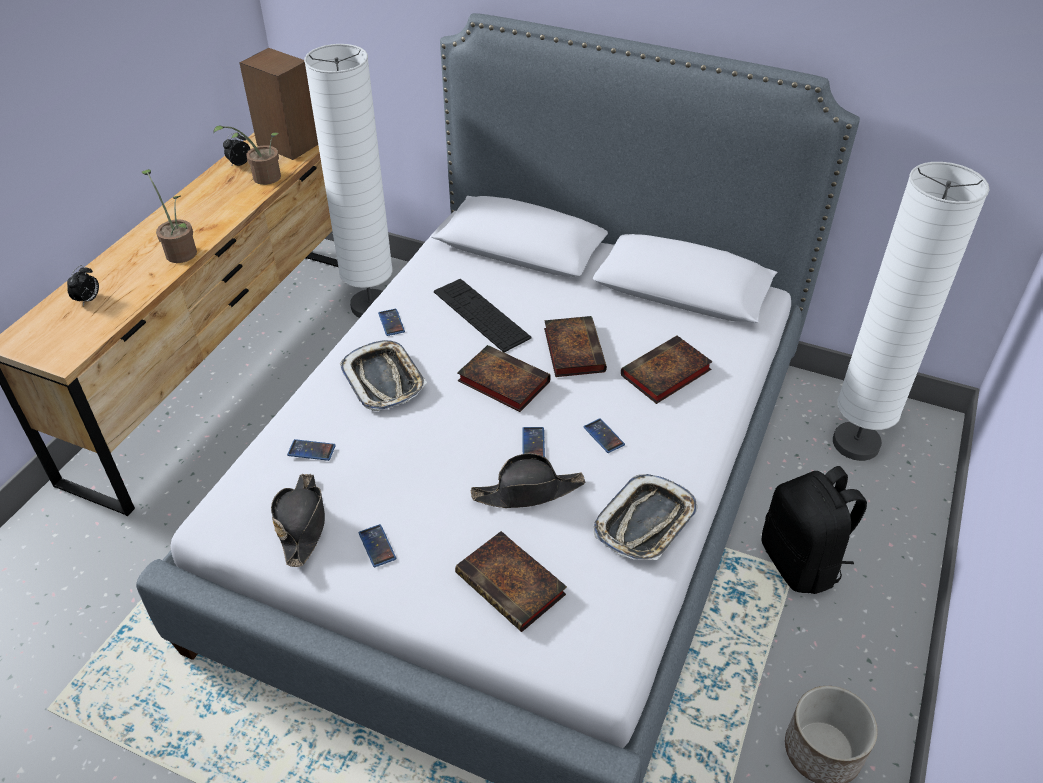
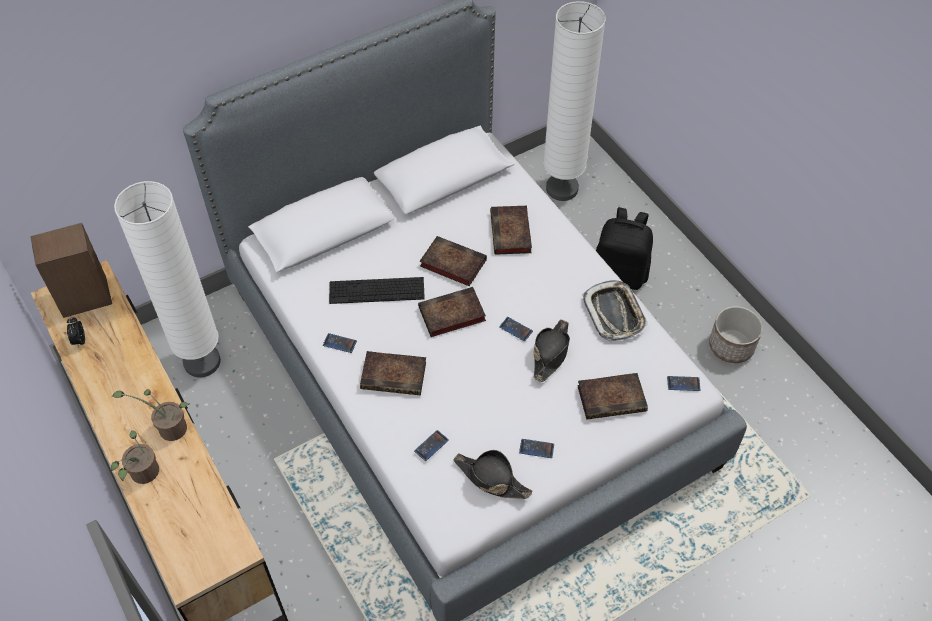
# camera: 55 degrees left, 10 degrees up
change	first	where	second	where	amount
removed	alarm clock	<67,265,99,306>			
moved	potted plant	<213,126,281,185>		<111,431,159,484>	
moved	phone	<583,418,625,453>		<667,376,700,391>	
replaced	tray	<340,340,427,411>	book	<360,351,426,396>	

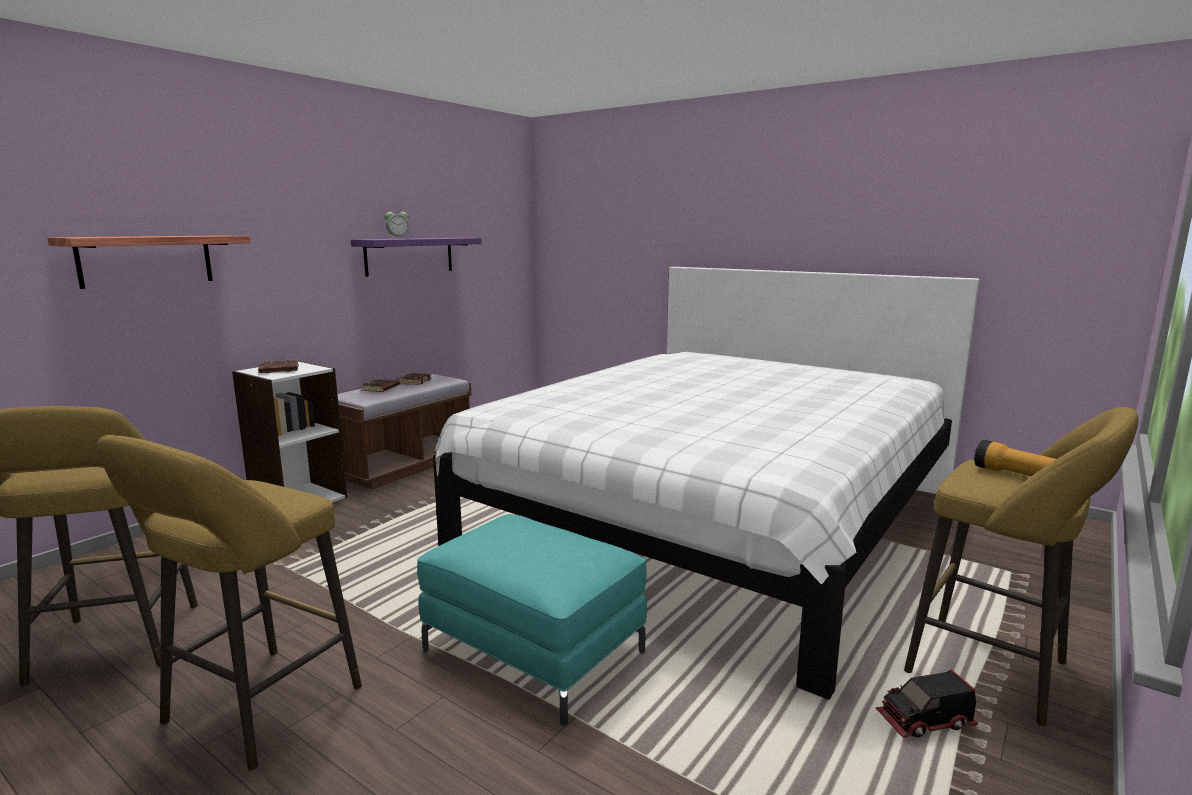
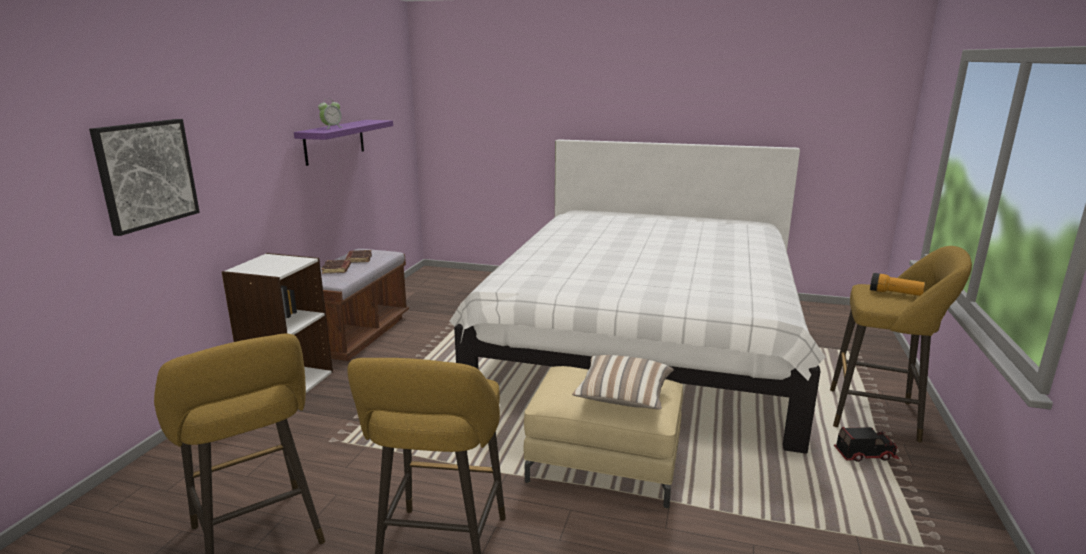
# camera: 20 degrees left, 5 degrees up
change	first	where	second	where	amount
removed	brown book	<258,359,299,373>			
added			pillow	<572,355,674,410>	
replaced	shelf	<48,235,251,289>	picture	<89,119,200,236>	
recoloured	turquoise ottoman	<417,514,647,726>	beige ottoman	<523,366,683,509>	
turned	toy truck	<876,670,978,738>		<834,427,899,462>	150 degrees counterclockwise

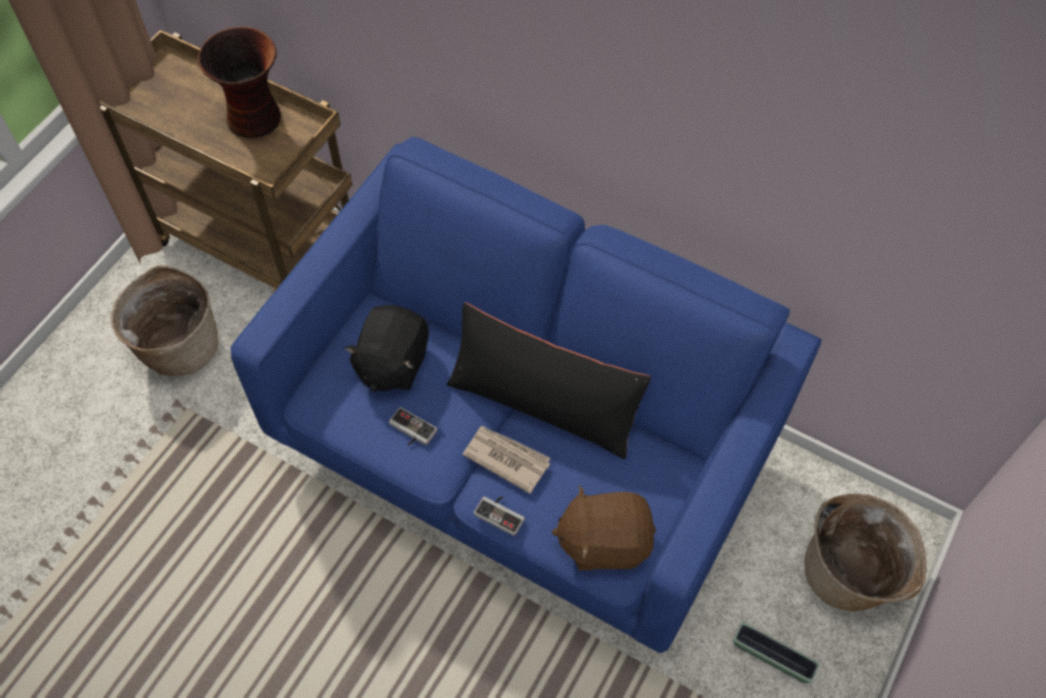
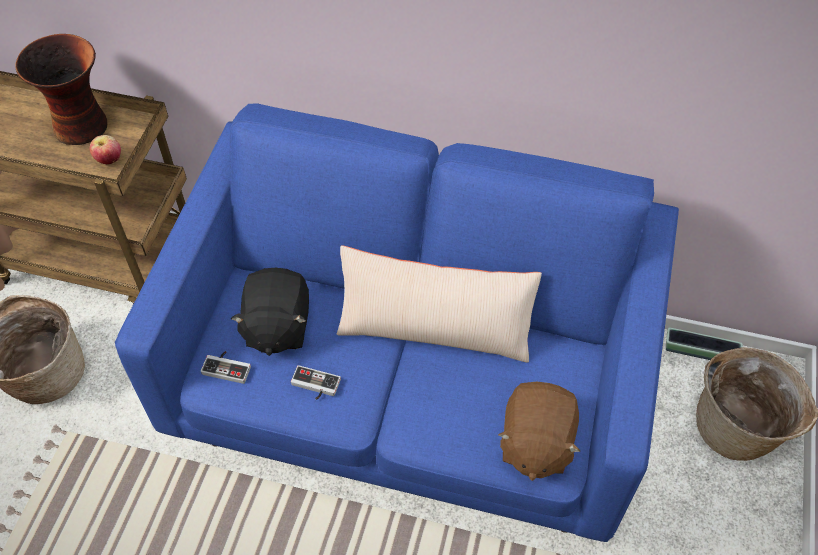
# camera: 15 degrees left, 5 degrees down
change	first	where	second	where	amount
removed	newspaper	<462,426,550,494>			
added			apple	<90,135,121,164>	
moved	game controller	<474,496,525,536>		<201,351,251,384>	
moved	planter	<733,622,820,683>		<666,327,743,360>	
recoloured	black pillow	<447,302,651,459>	beige pillow	<337,245,542,362>	
turned	brown plush toy	<552,485,656,570>		<498,382,580,481>	60 degrees counterclockwise

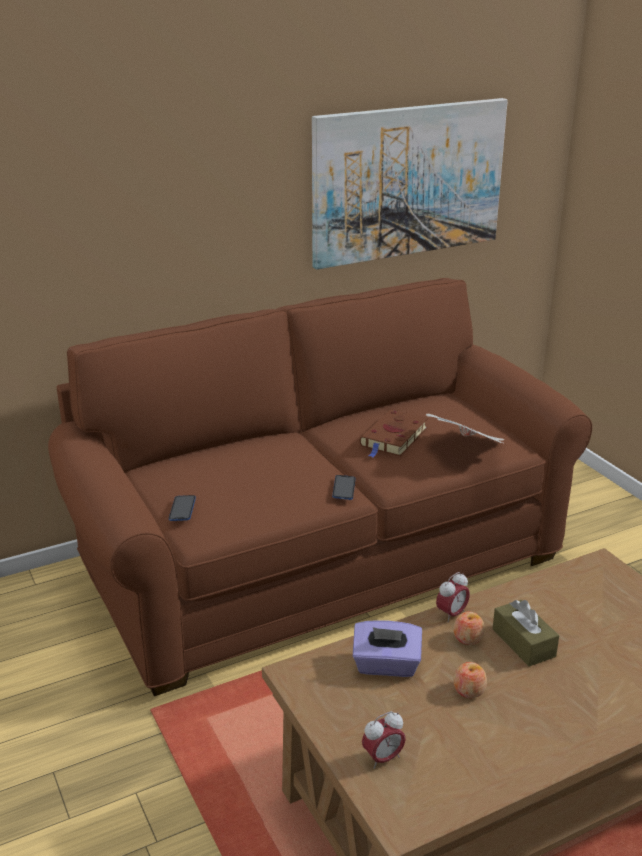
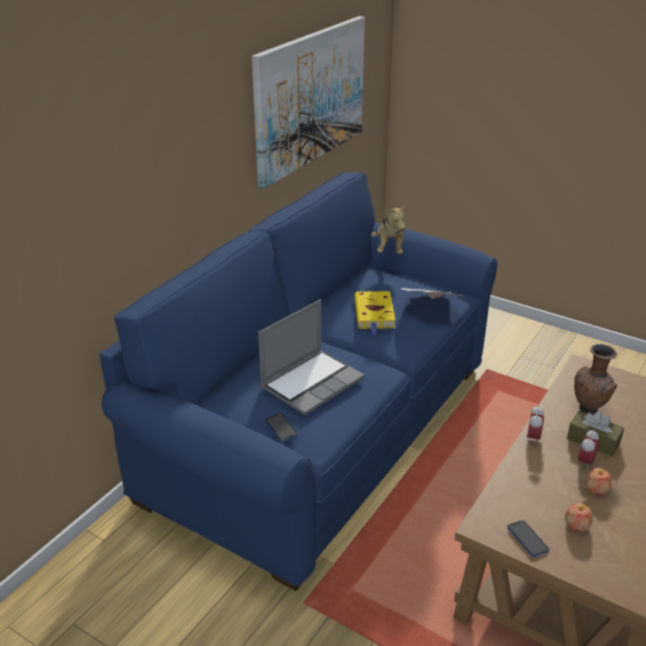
# camera: 30 degrees left, 5 degrees up
change	first	where	second	where	amount
removed	purple tissue box	<353,620,422,677>			
added			laptop	<258,299,364,415>	
added			plush toy	<371,203,407,254>	
added			brown vase	<574,344,617,414>	
moved	phone	<332,475,356,500>		<507,520,549,557>	
moved	alarm clock	<362,711,406,769>		<578,429,599,470>	
moved	apple	<453,612,485,645>		<565,503,593,532>	
recoloured	brown sofa	<48,278,592,696>	blue sofa	<100,172,497,591>	
recoloured	brown book	<359,409,428,458>	yellow book	<354,291,395,335>	

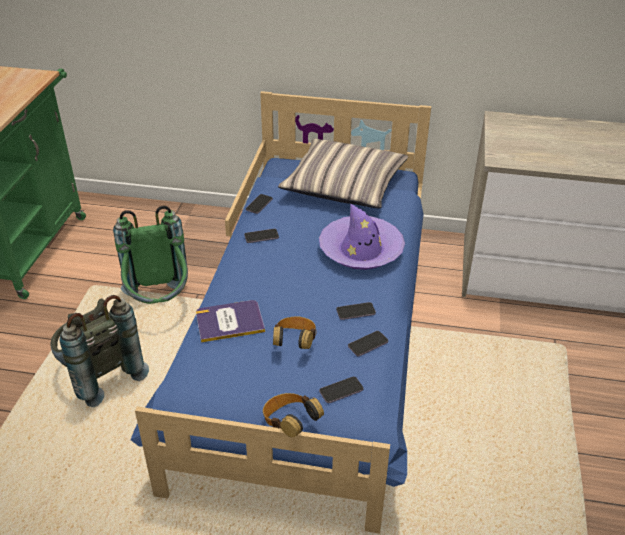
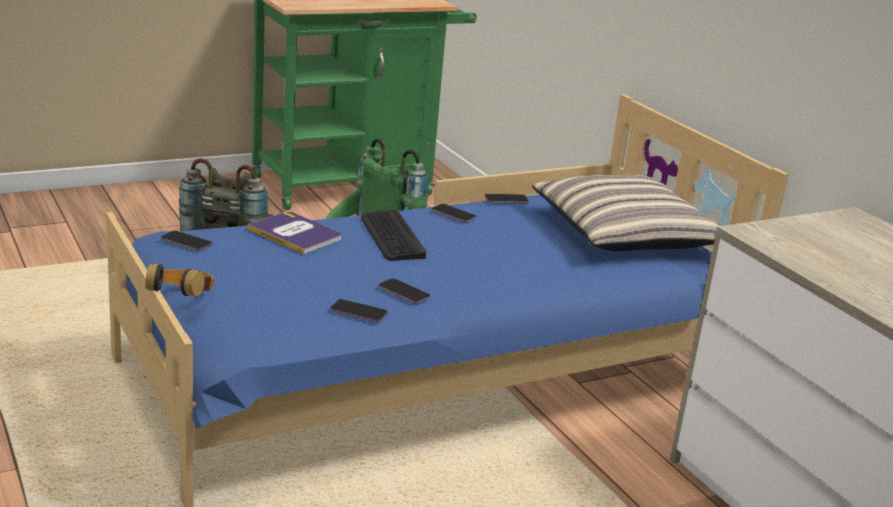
# camera: 50 degrees right, 15 degrees down
change	first	where	second	where	amount
removed	headphones	<273,316,317,349>			
removed	purple hat	<319,203,405,270>			
added			keyboard	<361,209,426,260>	
moved	phone	<319,376,363,403>		<161,230,212,251>	

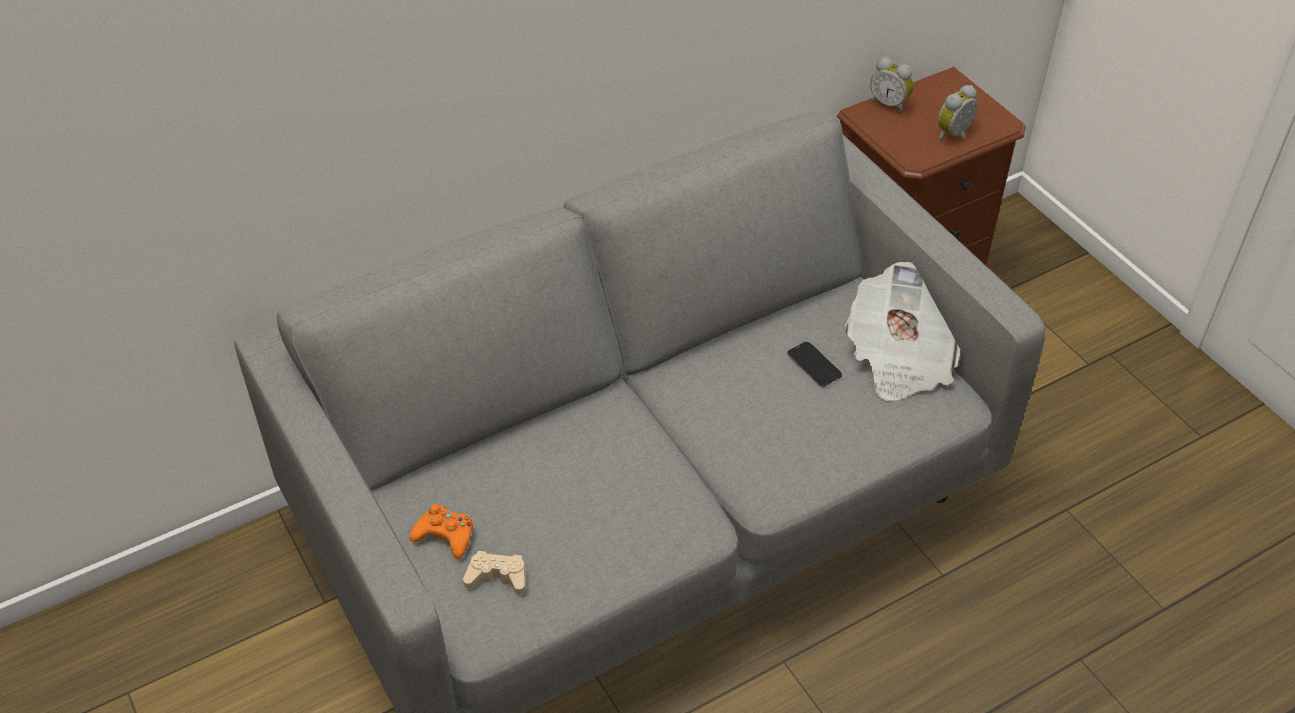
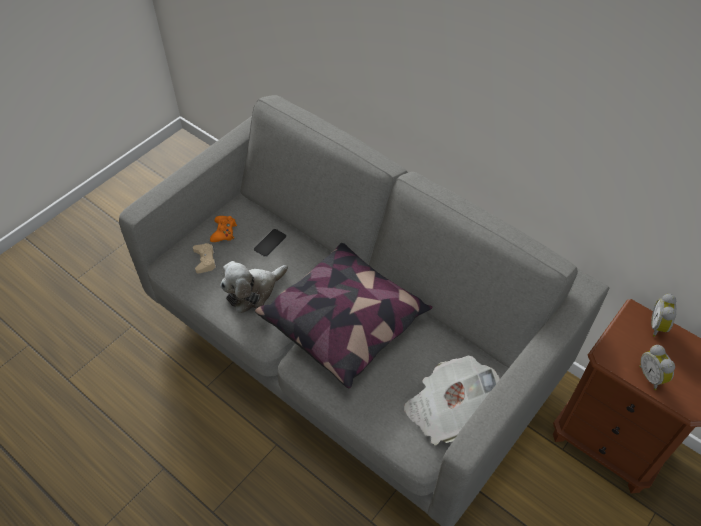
# camera: 70 degrees right, 5 degrees up
change	first	where	second	where	amount
added			plush toy	<220,261,288,313>	
added			pillow	<255,243,433,388>	
moved	phone	<787,342,842,387>		<254,229,286,257>	
turned	alarm clock	<937,85,978,141>		<639,345,675,390>	135 degrees counterclockwise

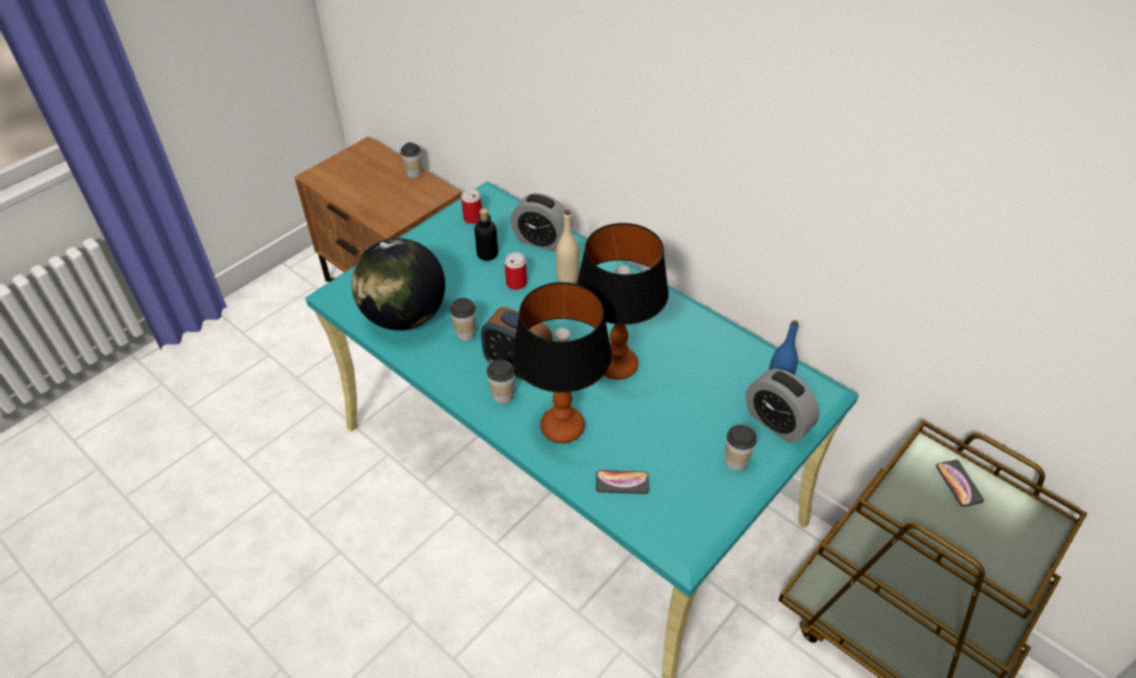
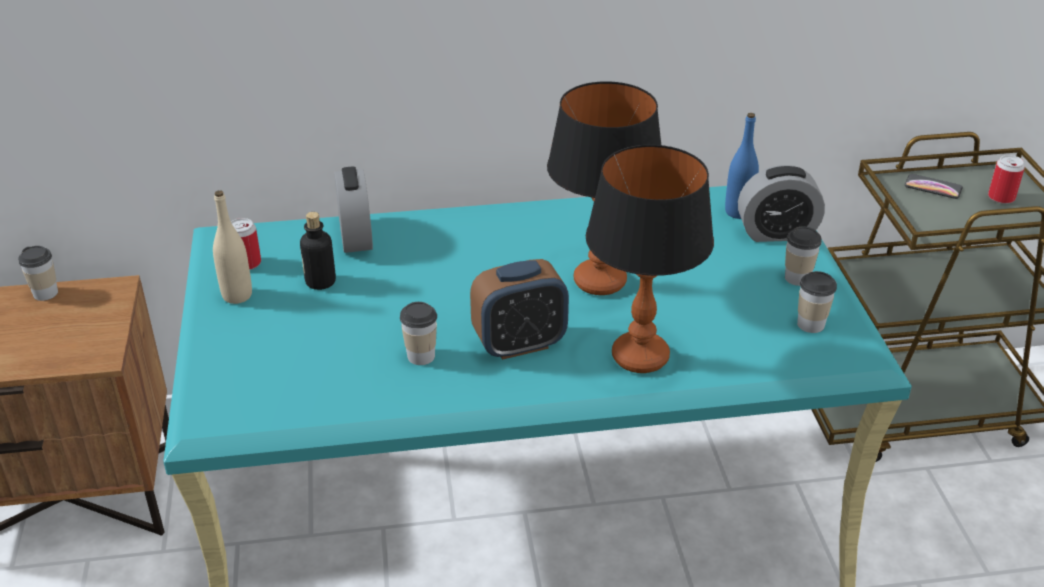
# camera: 50 degrees left, 10 degrees down
change	first	where	second	where	amount
removed	globe	<351,238,445,330>			
removed	phone	<596,470,649,494>			
moved	cup	<487,359,515,404>		<797,271,837,333>	
moved	can	<505,252,527,290>		<988,155,1025,204>	
moved	beige bottle	<556,210,579,283>		<213,190,252,304>	
turned	alarm clock	<510,193,572,252>		<334,167,373,253>	75 degrees counterclockwise

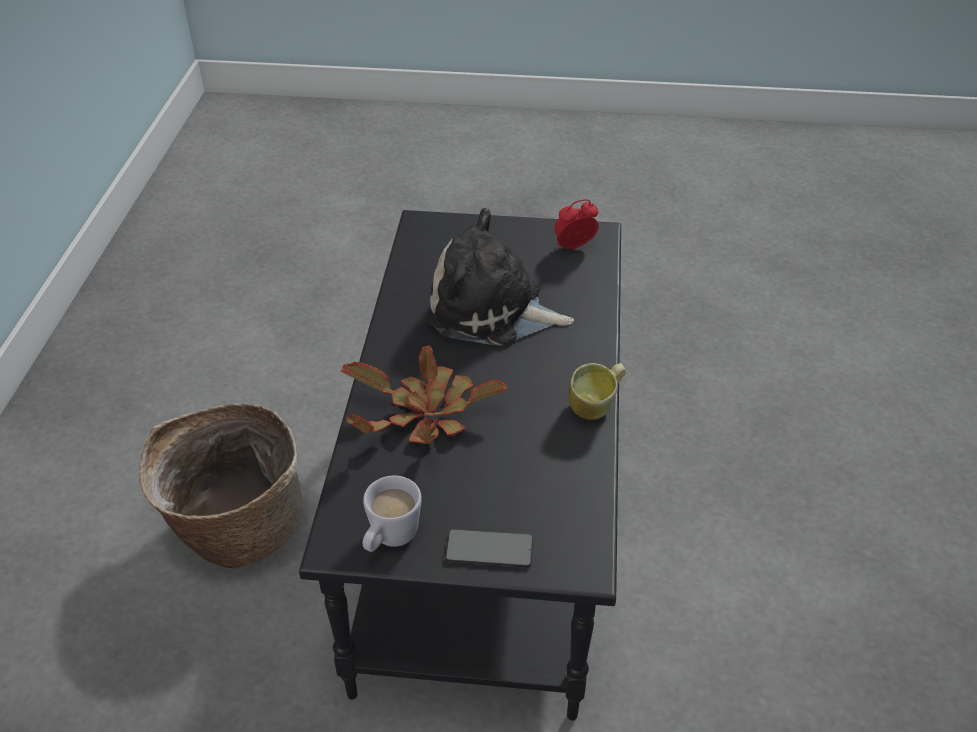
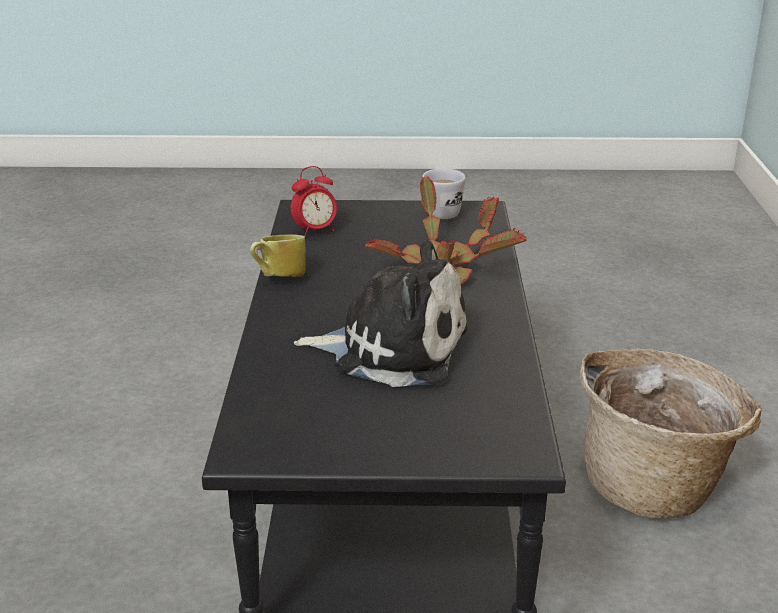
# camera: 175 degrees right, 15 degrees down
change	first	where	second	where	amount
removed	phone	<445,529,533,568>			
moved	alarm clock	<555,199,599,250>		<291,166,337,237>	

